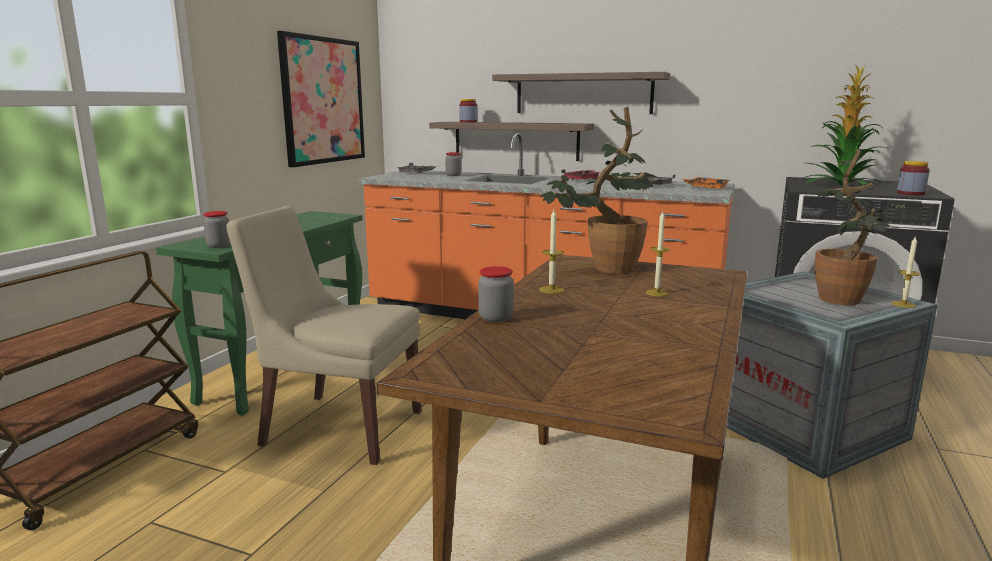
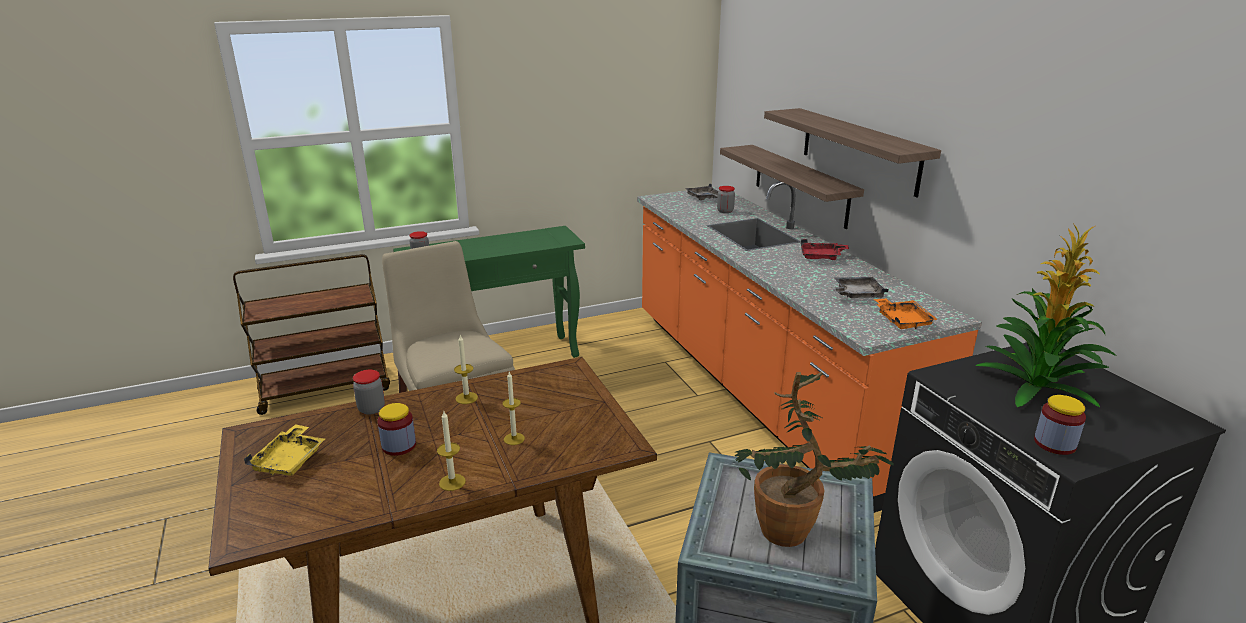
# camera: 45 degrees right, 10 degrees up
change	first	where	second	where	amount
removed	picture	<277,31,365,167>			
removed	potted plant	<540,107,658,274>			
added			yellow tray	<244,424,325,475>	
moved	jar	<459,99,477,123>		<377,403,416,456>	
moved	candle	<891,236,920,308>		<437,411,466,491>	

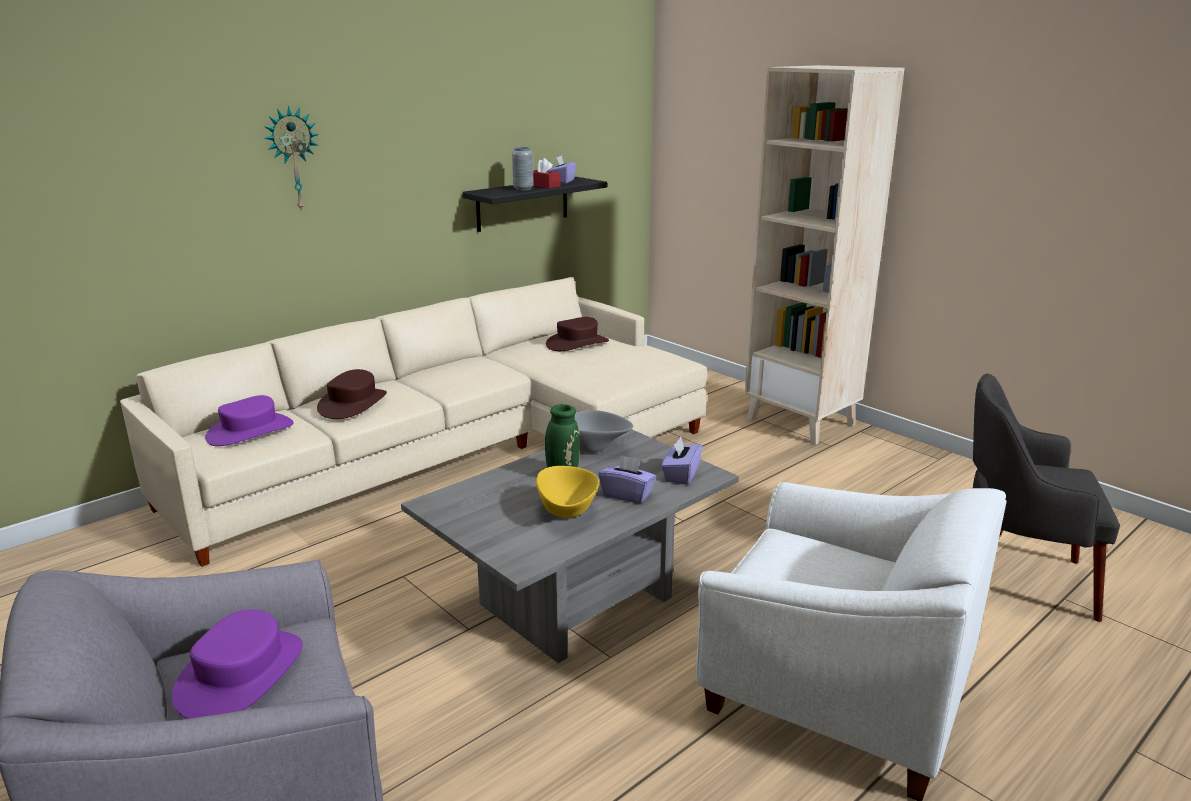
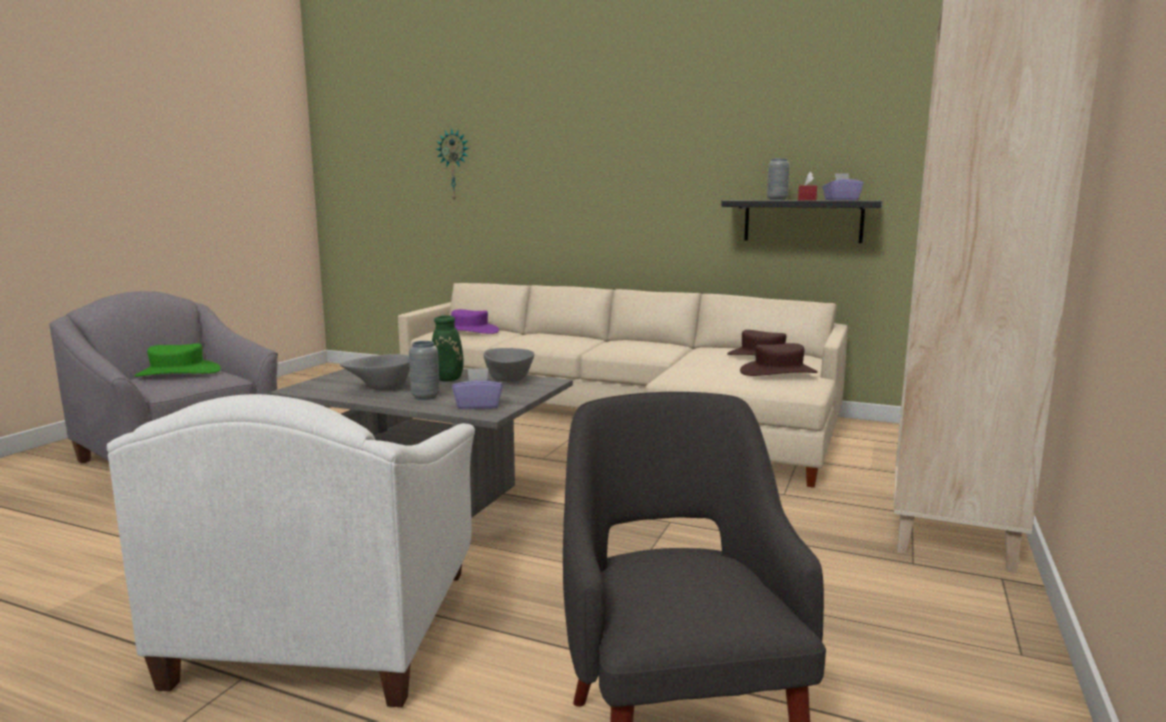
# camera: 65 degrees right, 10 degrees down
change	first	where	second	where	amount
moved	wall clock	<264,106,319,212>		<436,129,470,201>	
moved	brown hat	<317,369,387,419>		<740,343,818,376>	
replaced	purple tissue box	<599,455,656,504>	grey vase	<409,341,440,400>	
recoloured	purple hat	<172,610,303,719>	green hat	<134,343,221,377>	
recoloured	yellow bowl	<536,466,599,518>	grey bowl	<340,354,410,391>	

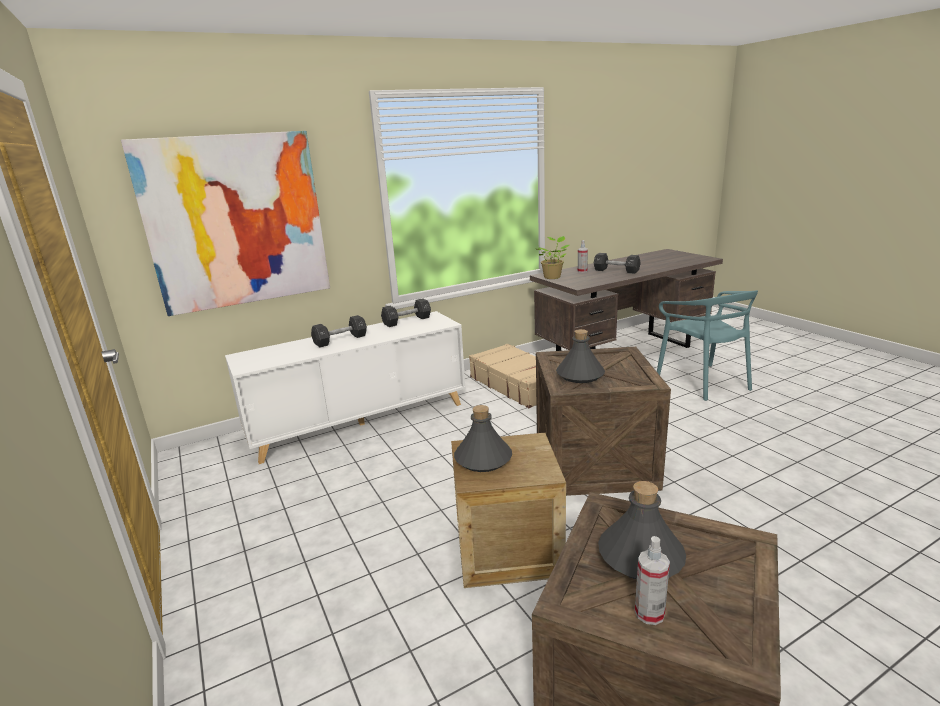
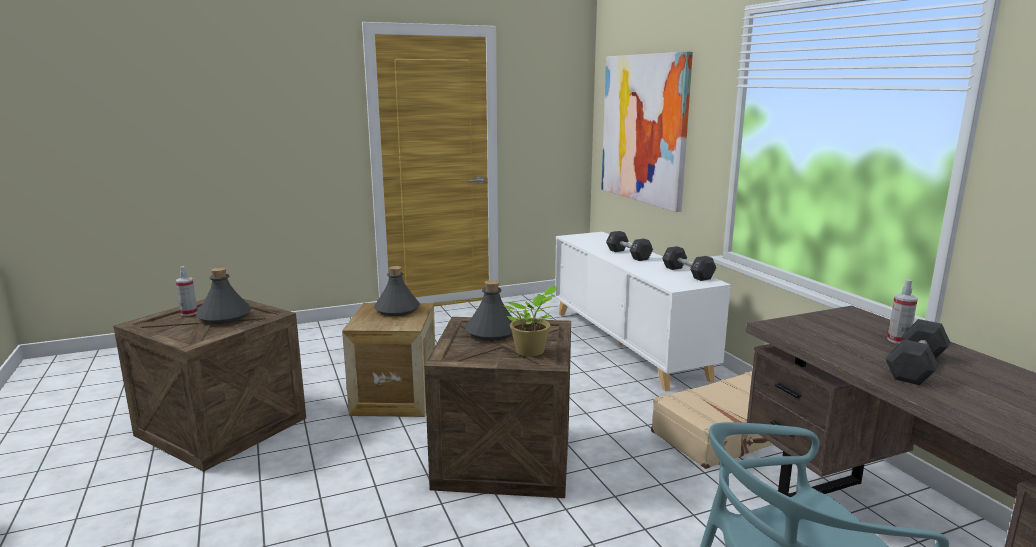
# camera: 95 degrees right, 5 degrees down
change	first	where	second	where	amount
moved	potted plant	<537,236,570,279>		<502,286,557,357>	

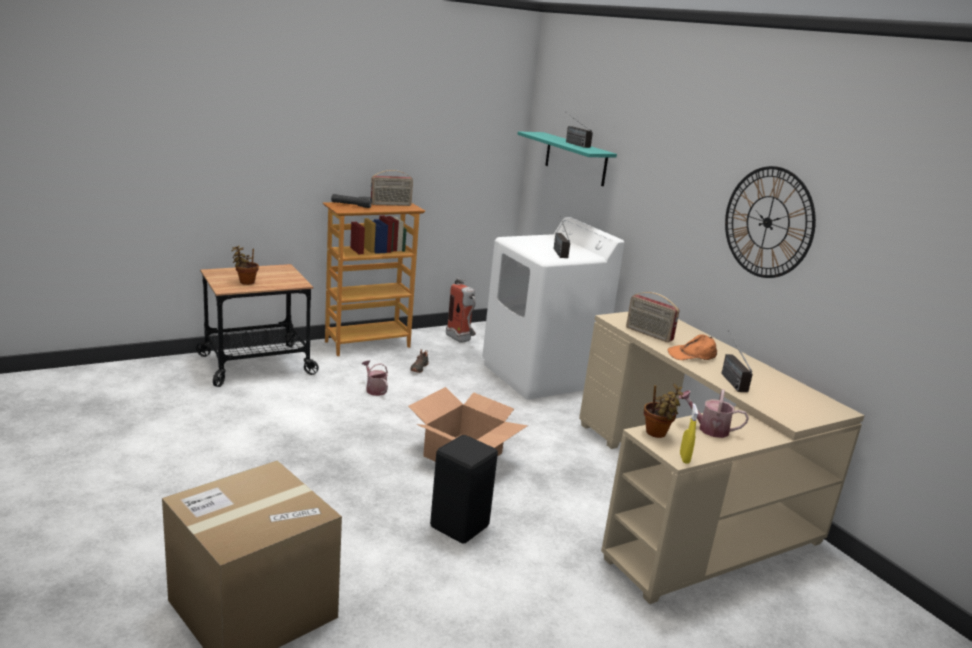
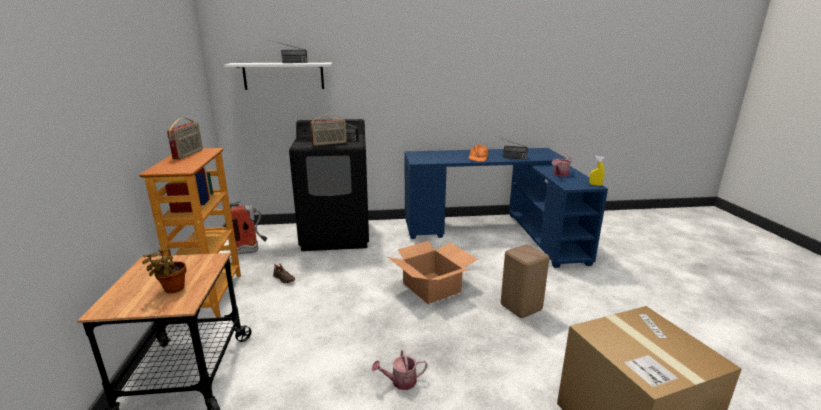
# camera: 65 degrees left, 0 degrees up
change	first	where	second	where	amount
removed	black flashlight	<331,194,372,208>			
removed	potted plant	<644,384,684,438>			
removed	wall clock	<725,166,816,278>			
moved	watering can	<362,360,388,396>		<372,350,428,390>	
moved	radio	<626,292,680,342>		<311,114,347,146>	
recoloured	black stool	<430,435,498,544>	beige stool	<501,244,549,318>	
recoloured	white washing machine	<482,217,625,400>	black washing machine	<289,119,369,251>	
recoloured	turquoise shelf	<517,131,617,186>	white shelf	<224,63,332,90>	
recoloured	beige desk	<579,312,865,604>	blue desk	<404,148,608,268>	

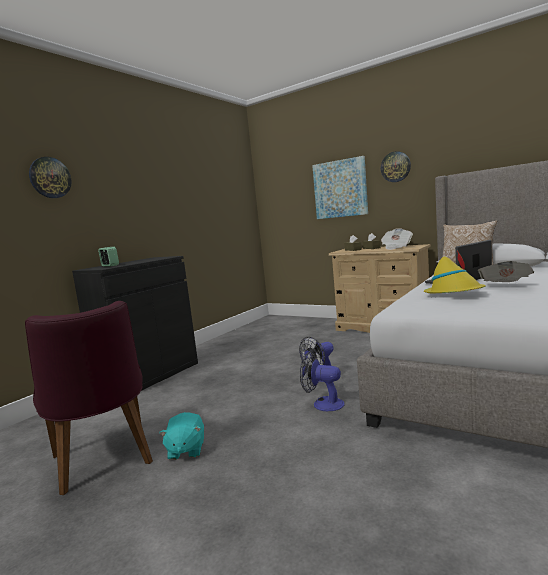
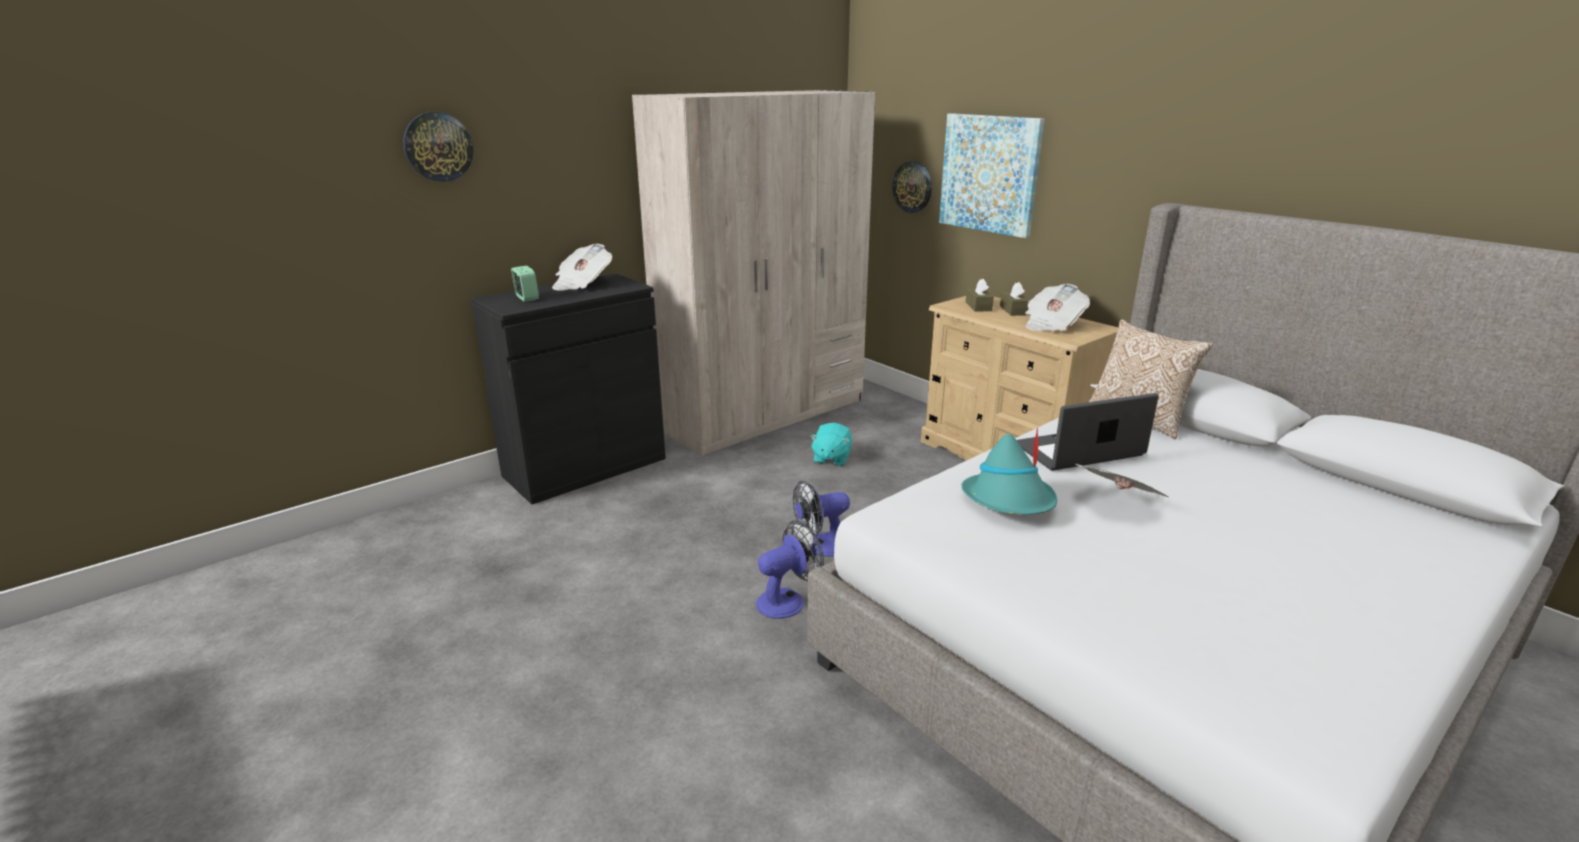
# camera: 15 degrees right, 15 degrees up
change	first	where	second	where	amount
removed	purple chair	<25,301,153,495>			
added			newspaper	<552,244,612,291>	
added			beige wardrobe	<632,90,875,456>	
moved	turquoise plush toy	<159,412,204,460>		<810,423,852,467>	
moved	wall clock	<381,151,411,182>		<892,161,932,213>	
recoloured	yellow hat	<424,250,486,293>	turquoise hat	<961,427,1057,515>	
turned	fan	<300,352,344,411>		<756,520,824,619>	105 degrees clockwise

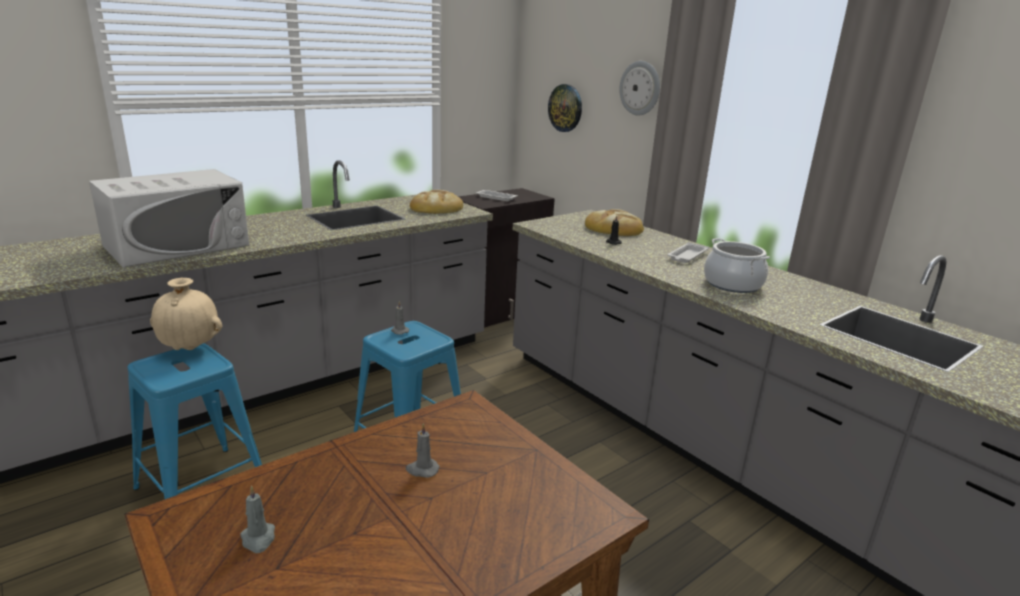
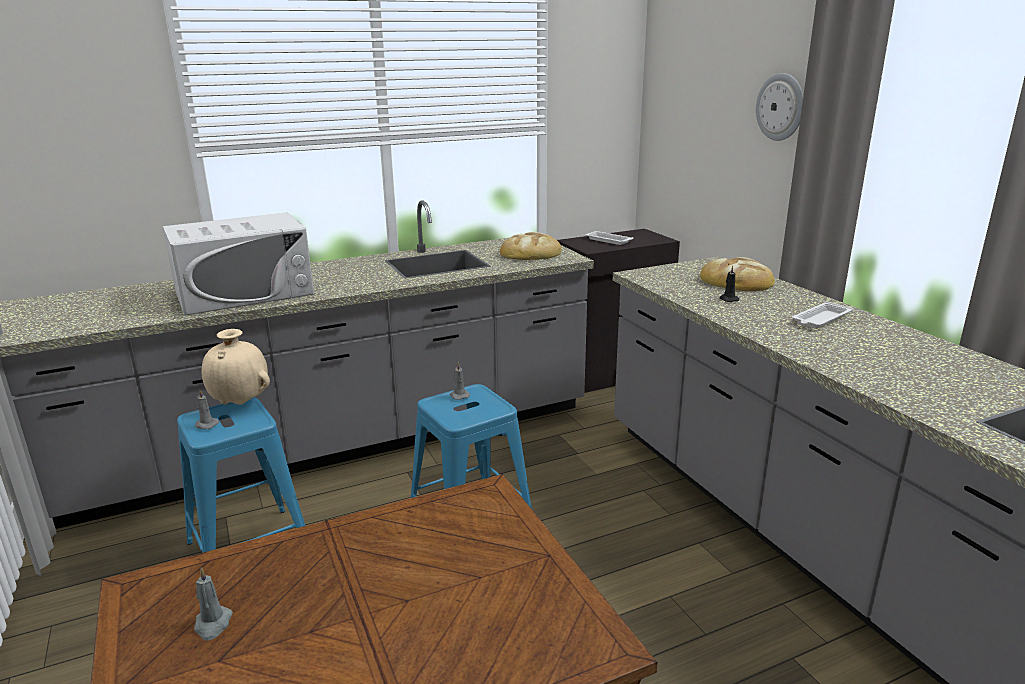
# camera: 15 degrees right, 0 degrees up
change	first	where	second	where	amount
removed	wall clock	<548,84,582,132>			
removed	cooking pot	<704,238,770,293>			
moved	grey candle	<406,424,440,478>		<195,390,219,429>	

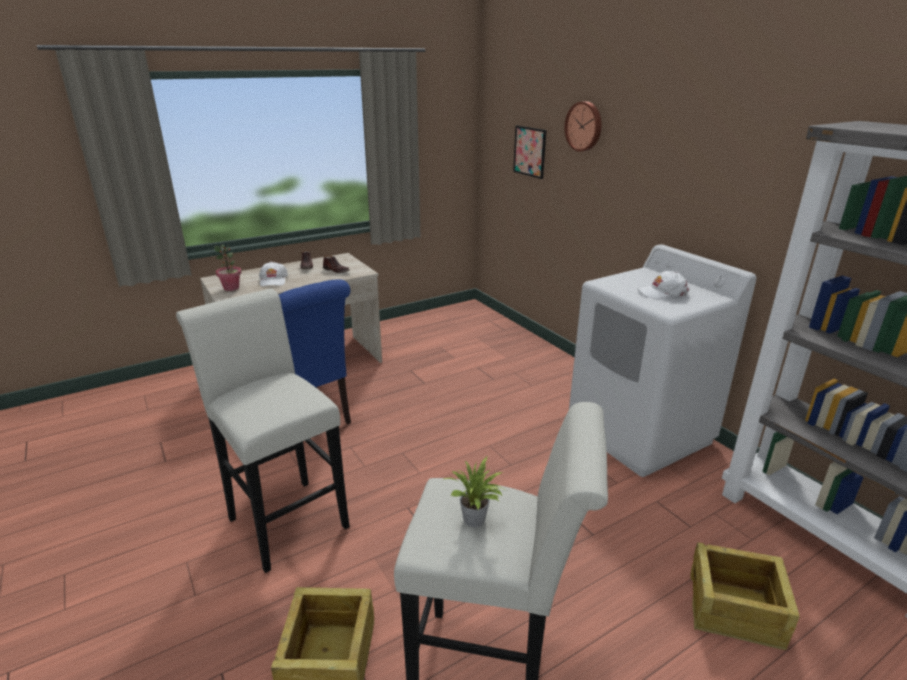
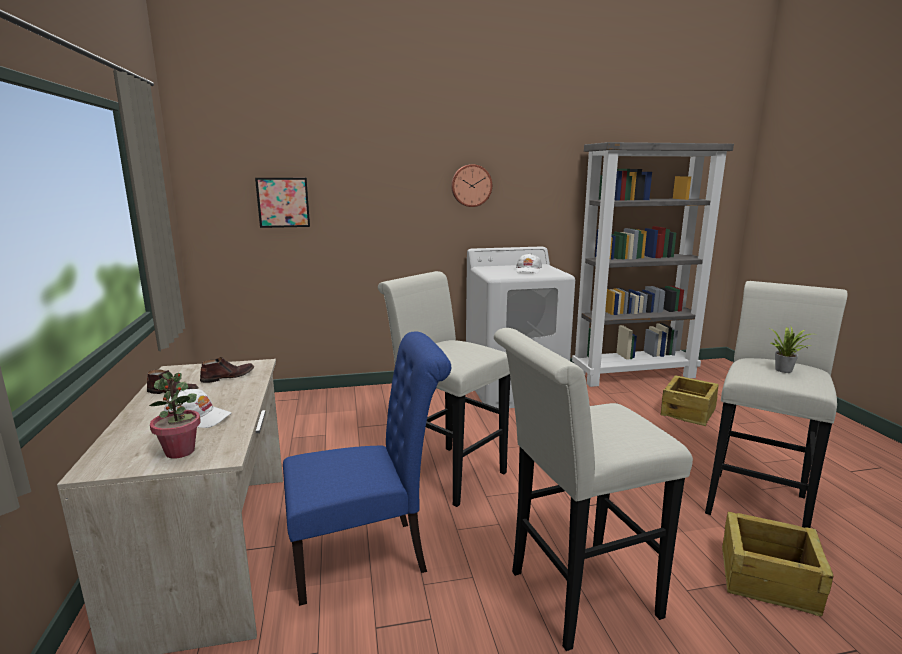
# camera: 70 degrees left, 10 degrees down
change	first	where	second	where	amount
added			white stool	<378,271,510,507>	
moved	wall clock	<564,101,601,152>		<451,164,492,207>	

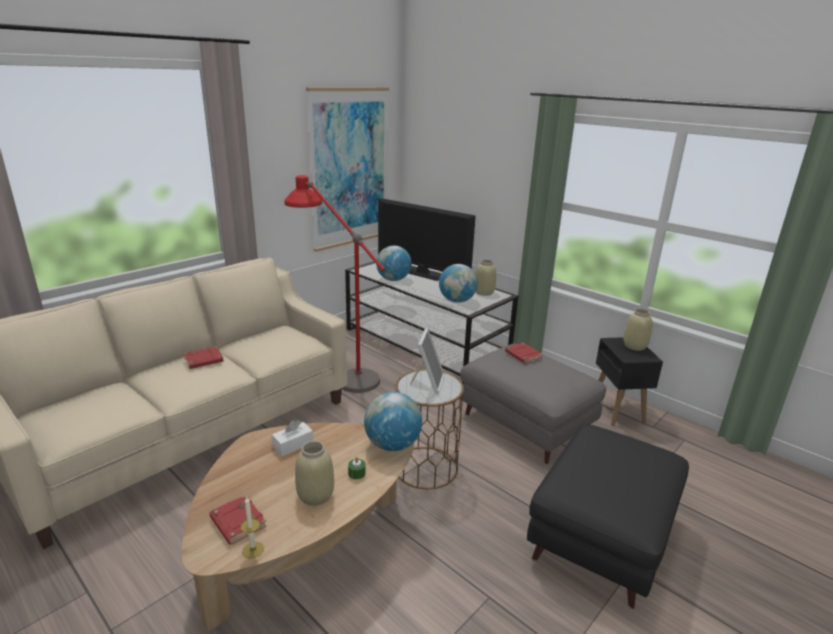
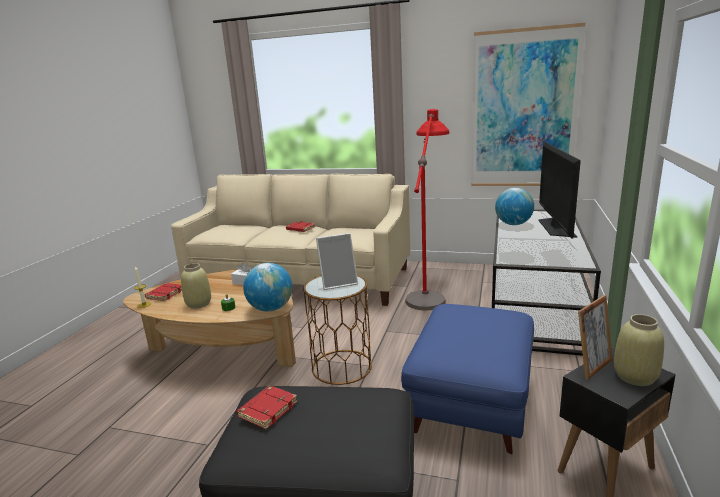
# camera: 65 degrees right, 5 degrees down
change	first	where	second	where	amount
removed	globe	<439,264,478,303>			
removed	beige vase	<476,260,496,296>			
added			picture frame	<578,295,613,380>	
moved	red book	<505,343,543,364>		<236,385,298,429>	
recoloured	grey ottoman	<460,344,606,464>	blue ottoman	<401,304,534,454>	

